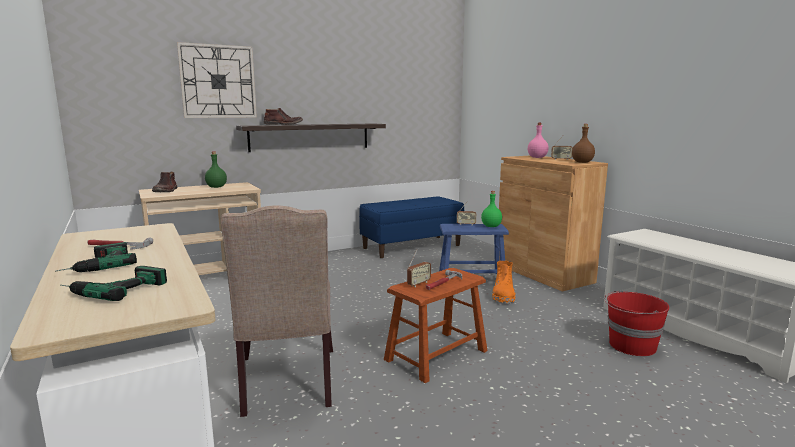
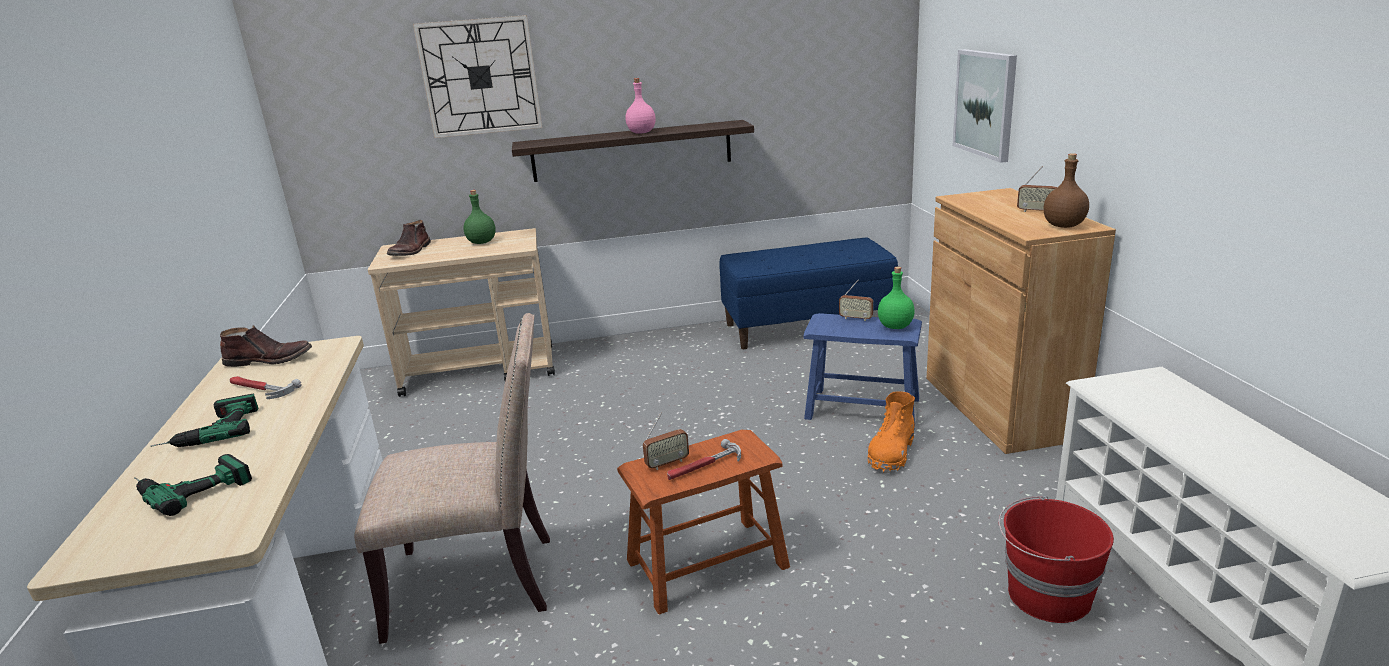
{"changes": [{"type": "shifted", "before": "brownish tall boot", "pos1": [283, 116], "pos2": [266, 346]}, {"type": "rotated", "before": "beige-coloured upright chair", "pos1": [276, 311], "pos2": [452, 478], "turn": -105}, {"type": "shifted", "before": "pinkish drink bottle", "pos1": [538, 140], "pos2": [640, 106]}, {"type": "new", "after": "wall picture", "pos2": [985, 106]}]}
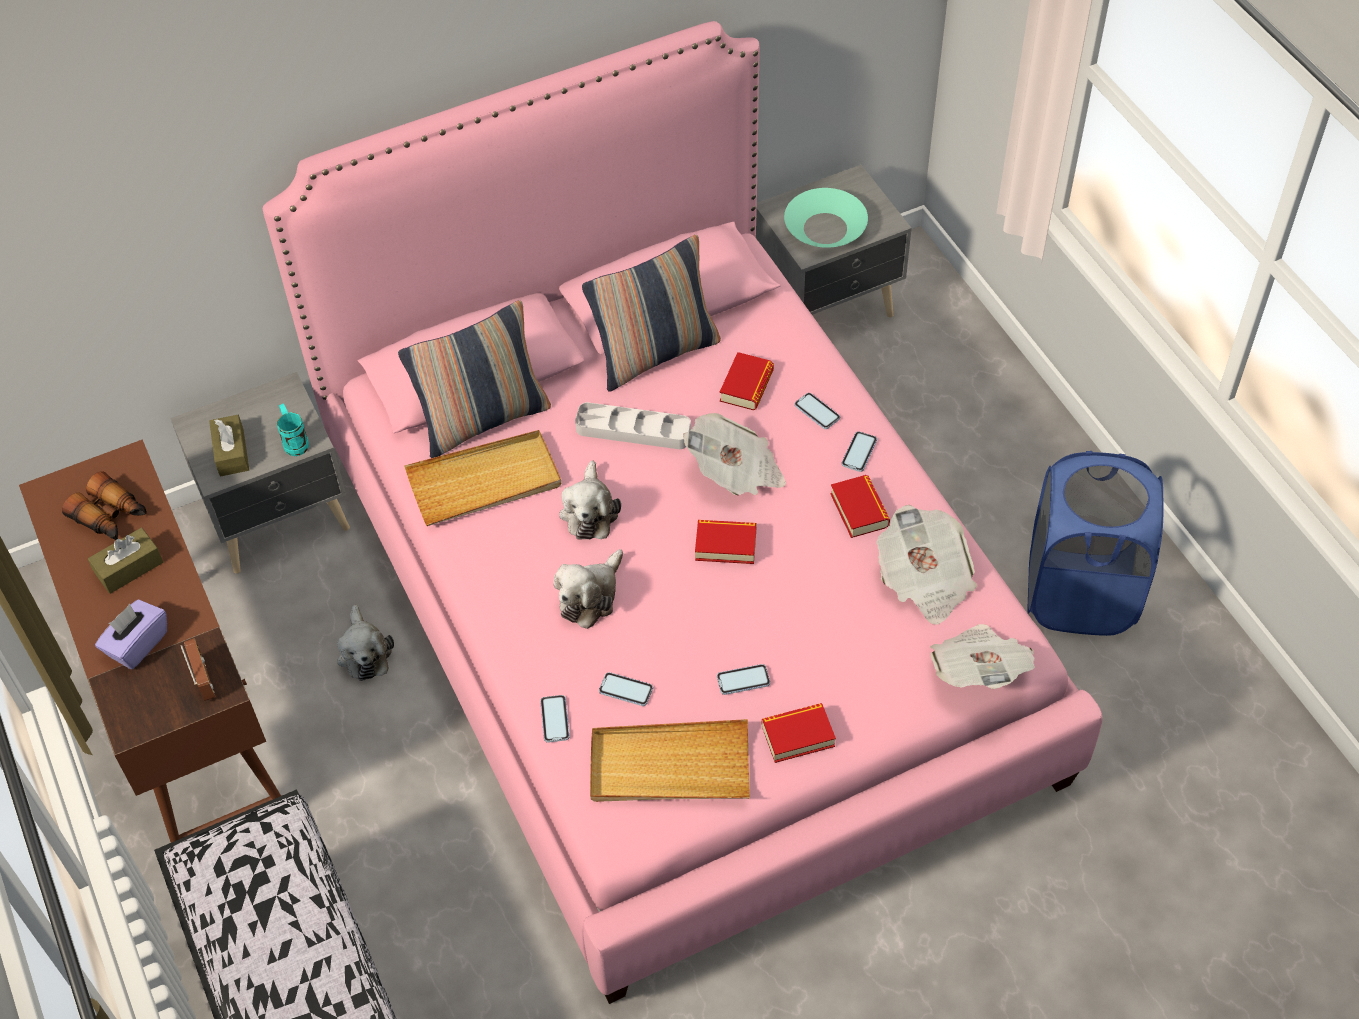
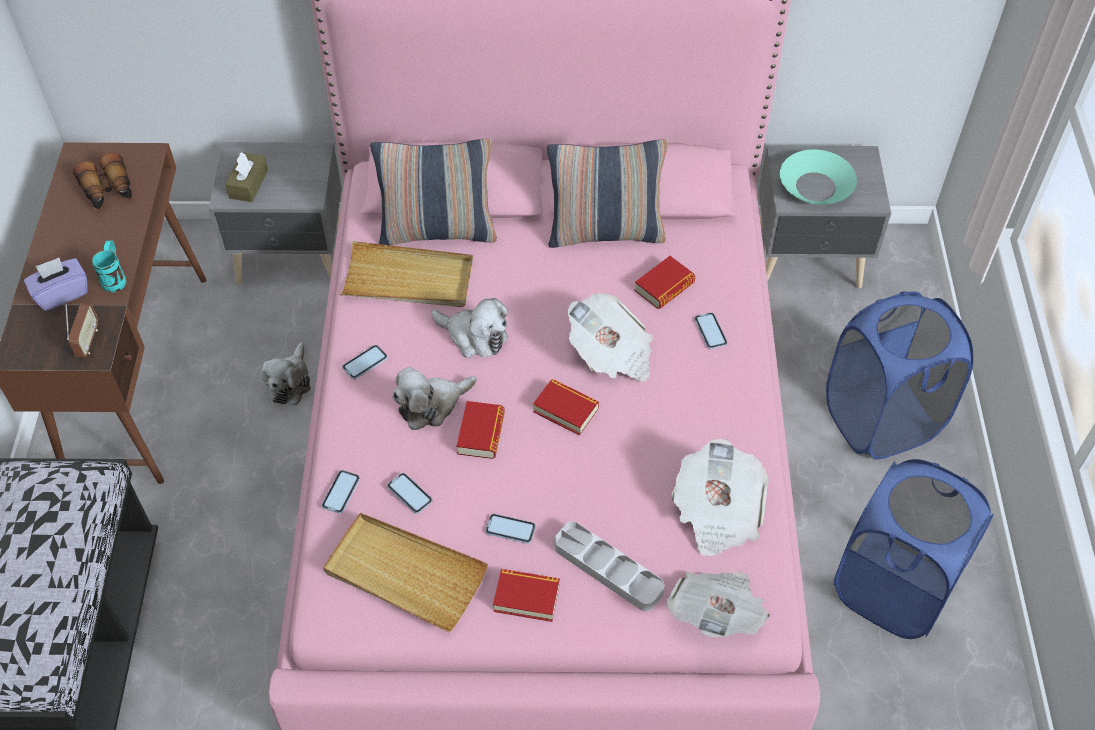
{"changes": [{"type": "shifted", "before": "blue-green mug", "pos1": [293, 429], "pos2": [109, 267]}, {"type": "shifted", "before": "handset", "pos1": [859, 451], "pos2": [365, 362]}, {"type": "rotated", "before": "soft toy", "pos1": [590, 499], "pos2": [469, 328], "turn": -90}, {"type": "shifted", "before": "book", "pos1": [860, 506], "pos2": [480, 430]}, {"type": "shifted", "before": "grey tray", "pos1": [633, 425], "pos2": [609, 566]}, {"type": "new", "after": "blue-coloured laundry basket", "pos2": [899, 375]}, {"type": "gone", "before": "brownish box of tissues", "pos1": [125, 561]}]}
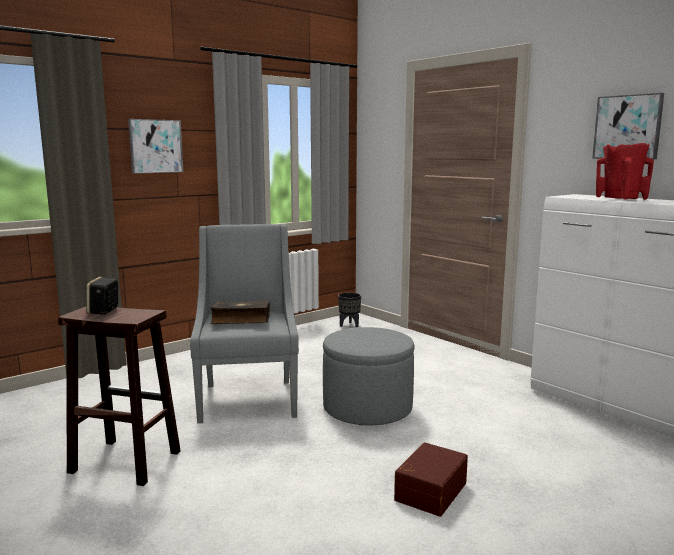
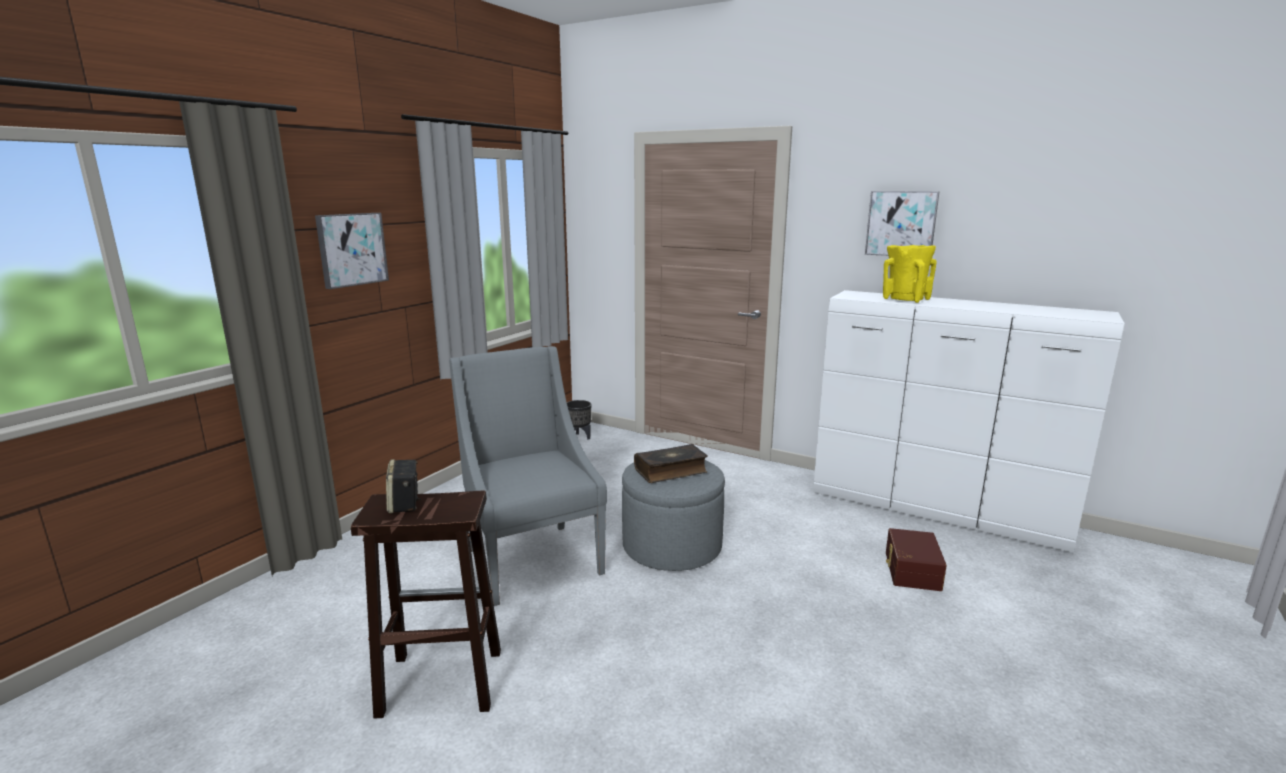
{"changes": [{"type": "shifted", "before": "book", "pos1": [240, 312], "pos2": [670, 463]}, {"type": "repainted", "before": "red decorative vase", "after": "yellow decorative vase", "pos1": [625, 171], "pos2": [910, 274]}, {"type": "shifted", "before": "brownish storage bin", "pos1": [431, 479], "pos2": [916, 559]}]}
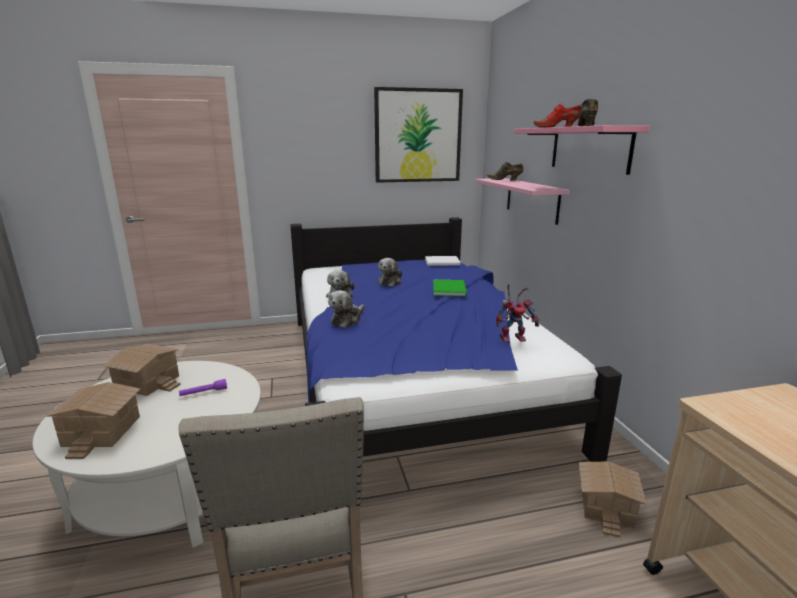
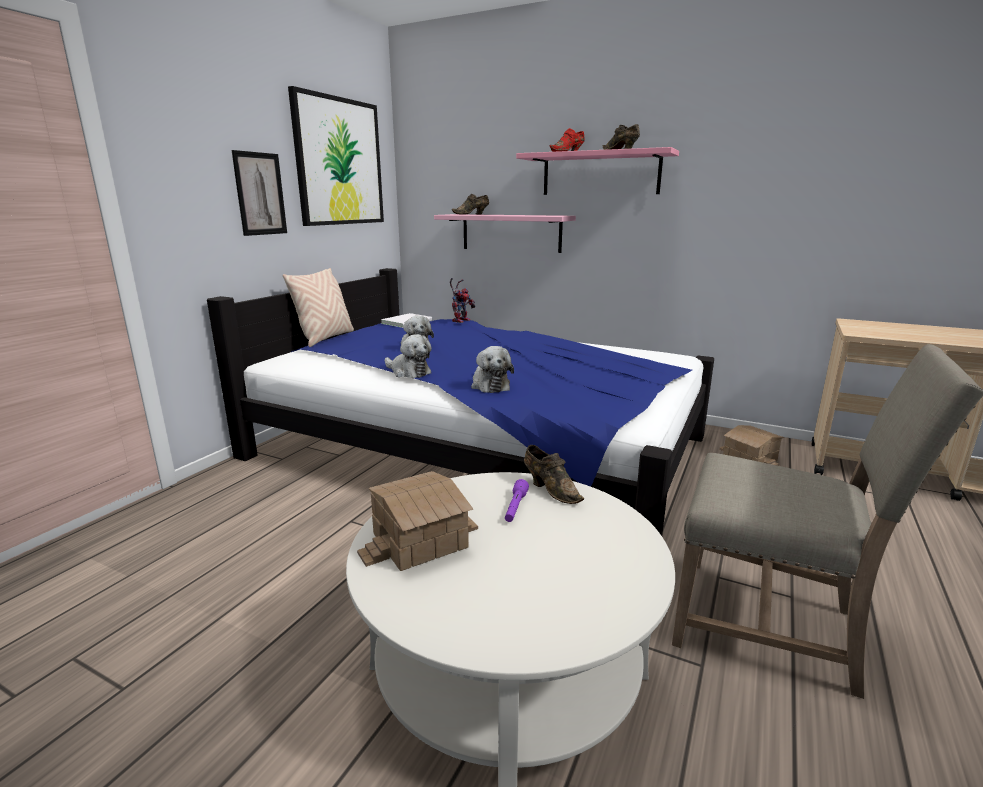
{"changes": [{"type": "new", "after": "wall picture", "pos2": [259, 193]}, {"type": "new", "after": "beige-coloured throw pillow", "pos2": [318, 307]}, {"type": "shifted", "before": "model robot", "pos1": [517, 313], "pos2": [463, 300]}, {"type": "new", "after": "brownish item of footwear", "pos2": [554, 474]}, {"type": "gone", "before": "model house", "pos1": [93, 420]}, {"type": "gone", "before": "greenish book", "pos1": [450, 288]}]}
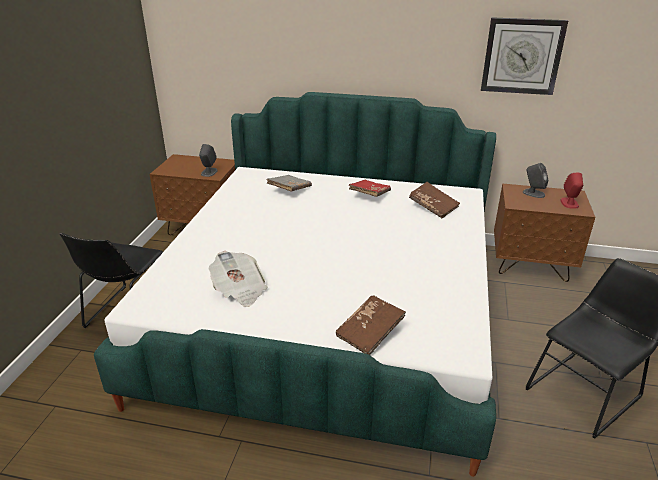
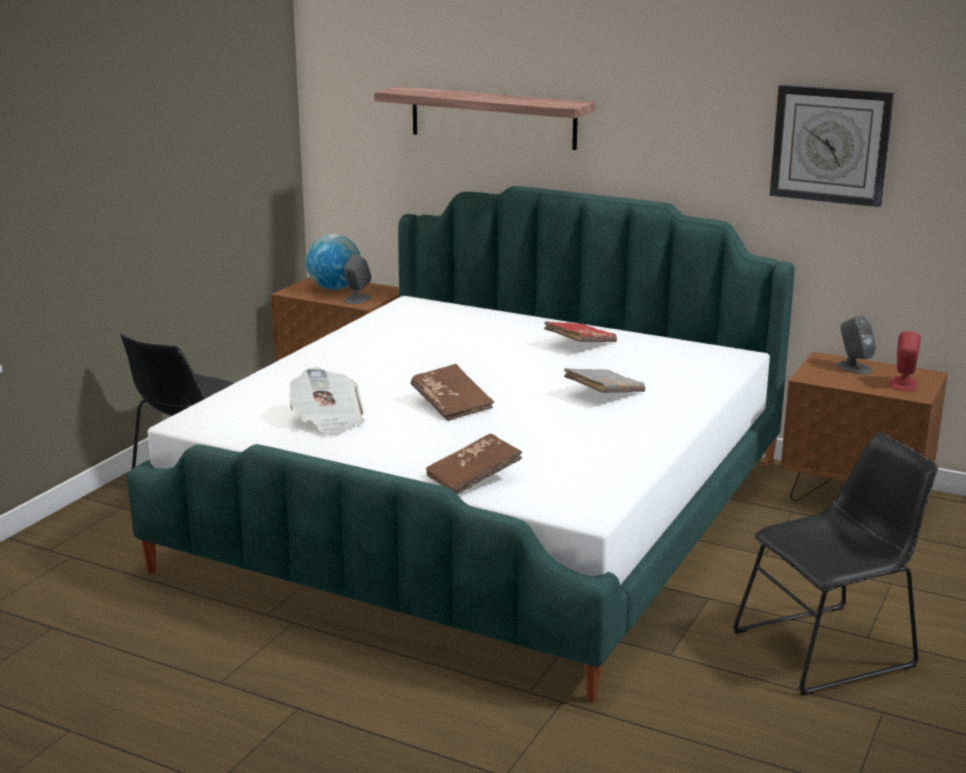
{"changes": [{"type": "new", "after": "world globe", "pos2": [333, 262]}, {"type": "new", "after": "wall shelf", "pos2": [484, 118]}, {"type": "shifted", "before": "brownish book", "pos1": [434, 200], "pos2": [452, 392]}, {"type": "shifted", "before": "grey book", "pos1": [289, 183], "pos2": [604, 380]}]}
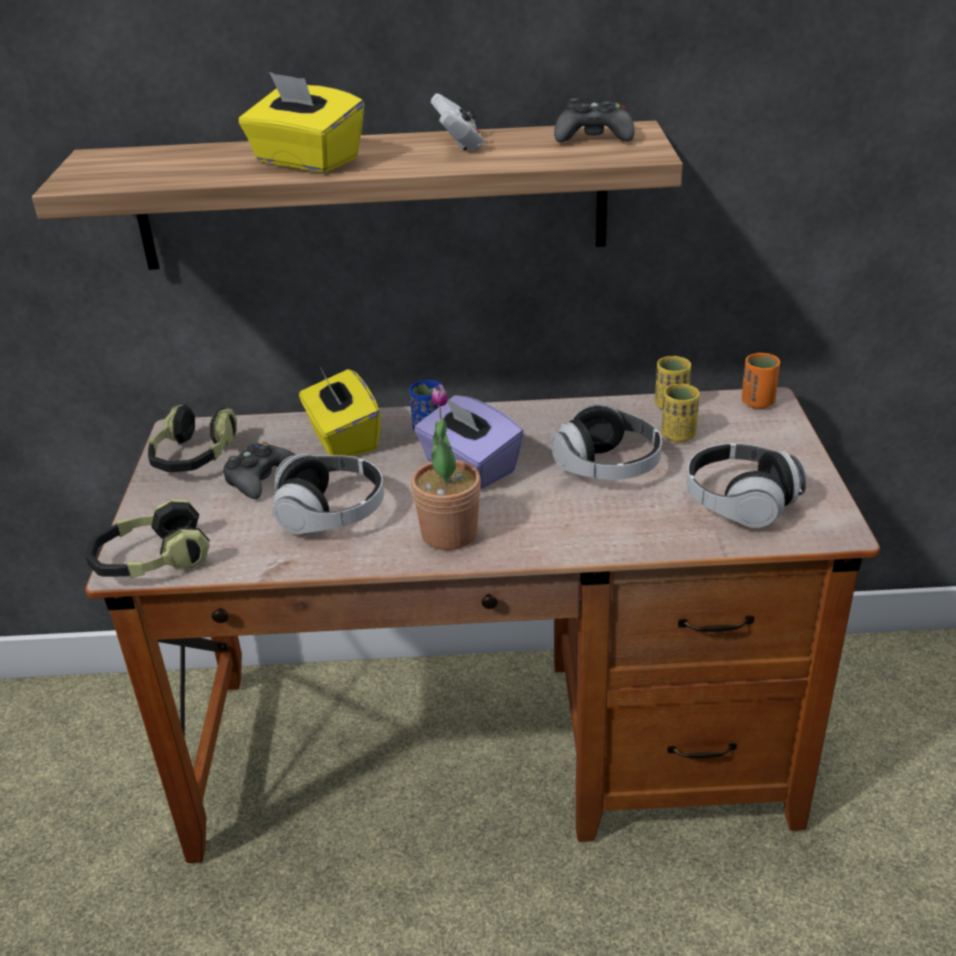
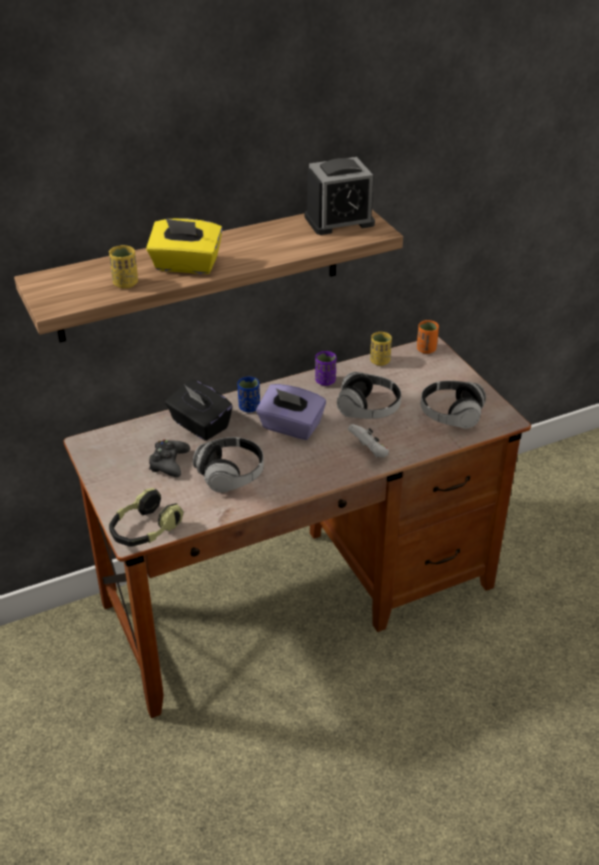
{"changes": [{"type": "shifted", "before": "yellow small cup", "pos1": [680, 413], "pos2": [123, 267]}, {"type": "repainted", "before": "yellow box of tissues", "after": "black-coloured box of tissues", "pos1": [340, 412], "pos2": [199, 410]}, {"type": "swapped", "before": "black-coloured game controller", "after": "table clock", "pos1": [594, 120], "pos2": [339, 196]}, {"type": "new", "after": "purple small cup", "pos2": [325, 368]}, {"type": "shifted", "before": "whitish game controller", "pos1": [457, 122], "pos2": [368, 441]}, {"type": "gone", "before": "headphones", "pos1": [192, 438]}, {"type": "gone", "before": "houseplant", "pos1": [446, 467]}]}
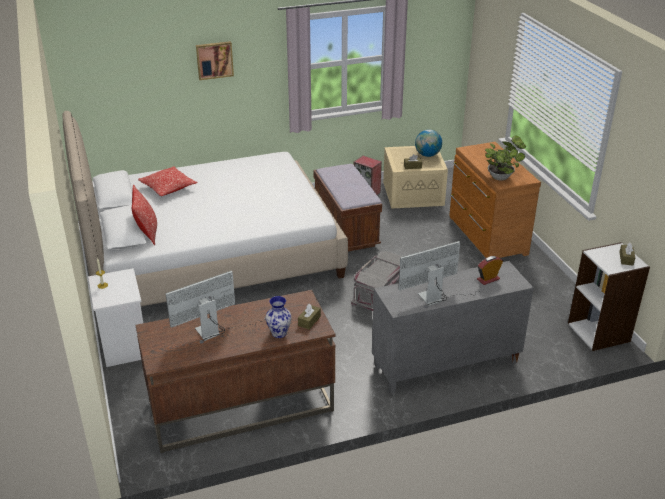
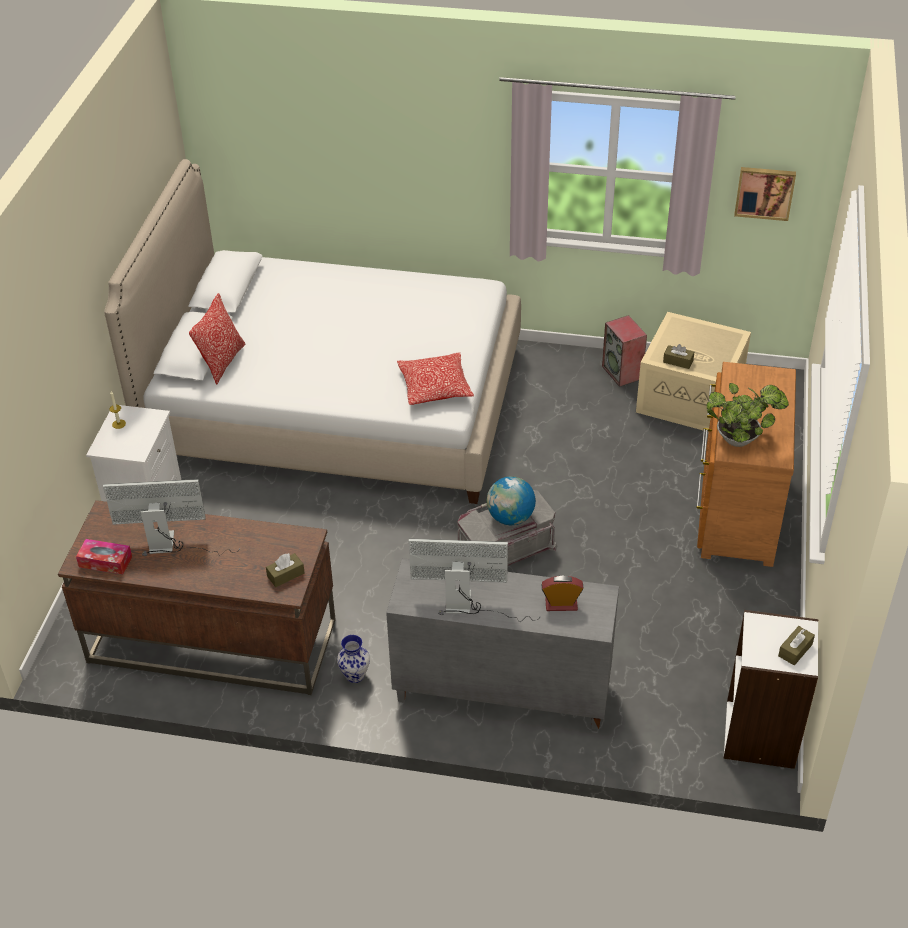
{"changes": [{"type": "new", "after": "box of tissues", "pos2": [104, 556]}, {"type": "shifted", "before": "decorative vase", "pos1": [279, 317], "pos2": [353, 659]}, {"type": "shifted", "before": "throw pillow", "pos1": [167, 181], "pos2": [435, 378]}, {"type": "shifted", "before": "world globe", "pos1": [428, 143], "pos2": [511, 500]}, {"type": "shifted", "before": "wall picture", "pos1": [215, 60], "pos2": [765, 194]}, {"type": "gone", "before": "brownish long seat", "pos1": [348, 207]}]}
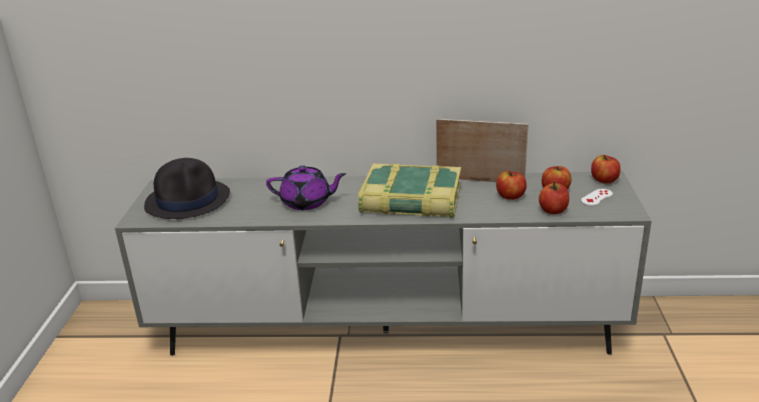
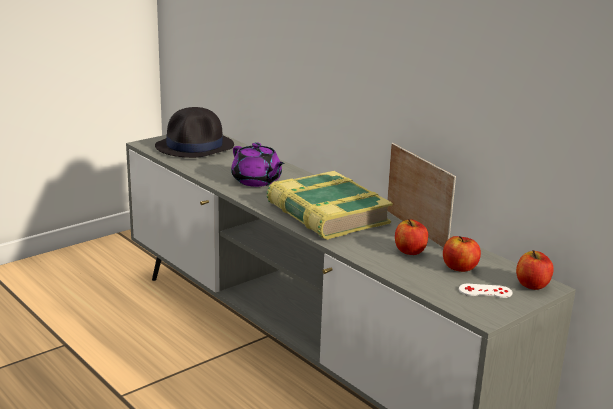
{"changes": [{"type": "gone", "before": "whole apple", "pos1": [554, 198]}]}
